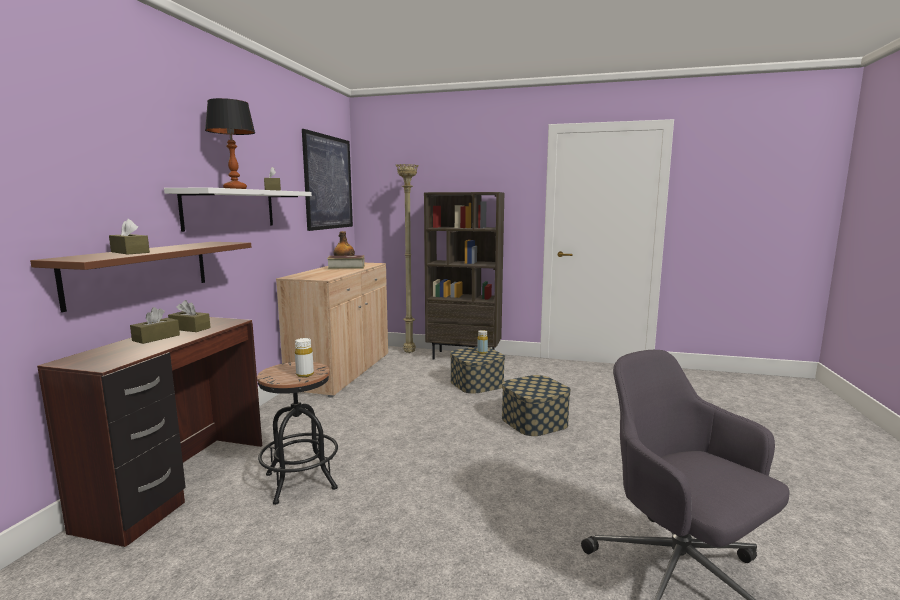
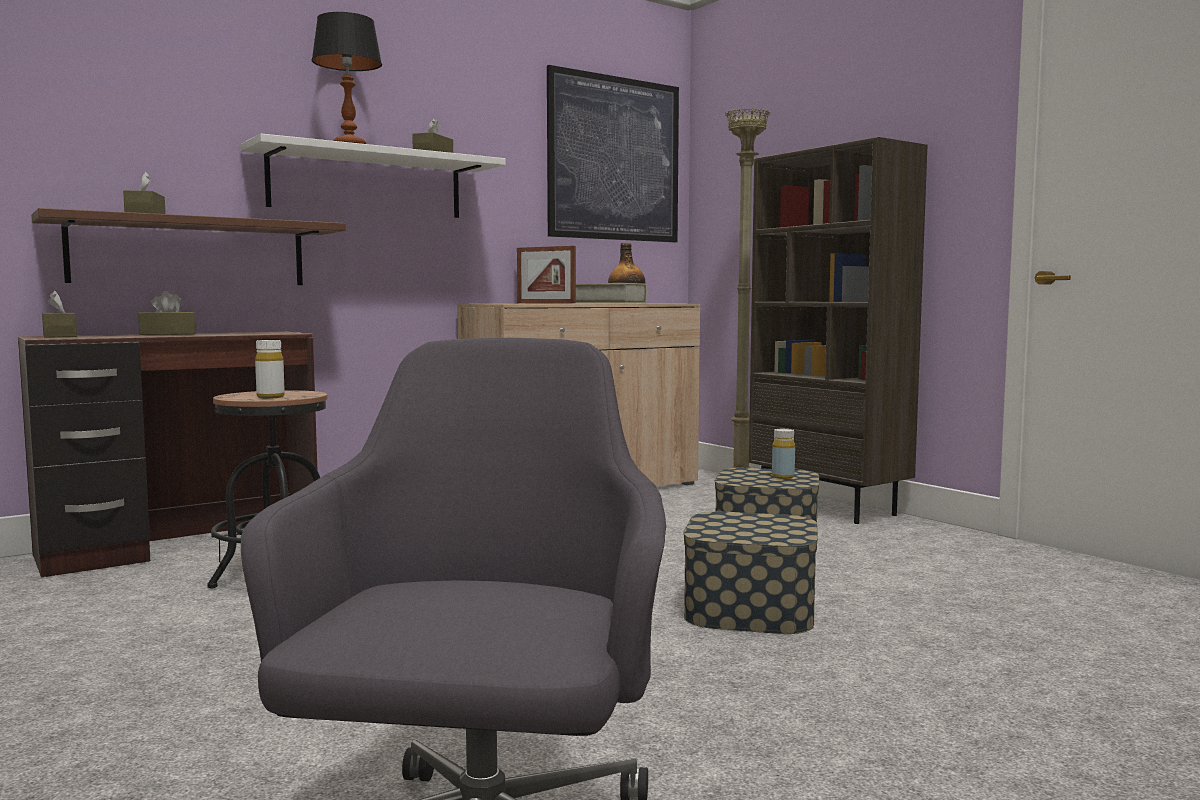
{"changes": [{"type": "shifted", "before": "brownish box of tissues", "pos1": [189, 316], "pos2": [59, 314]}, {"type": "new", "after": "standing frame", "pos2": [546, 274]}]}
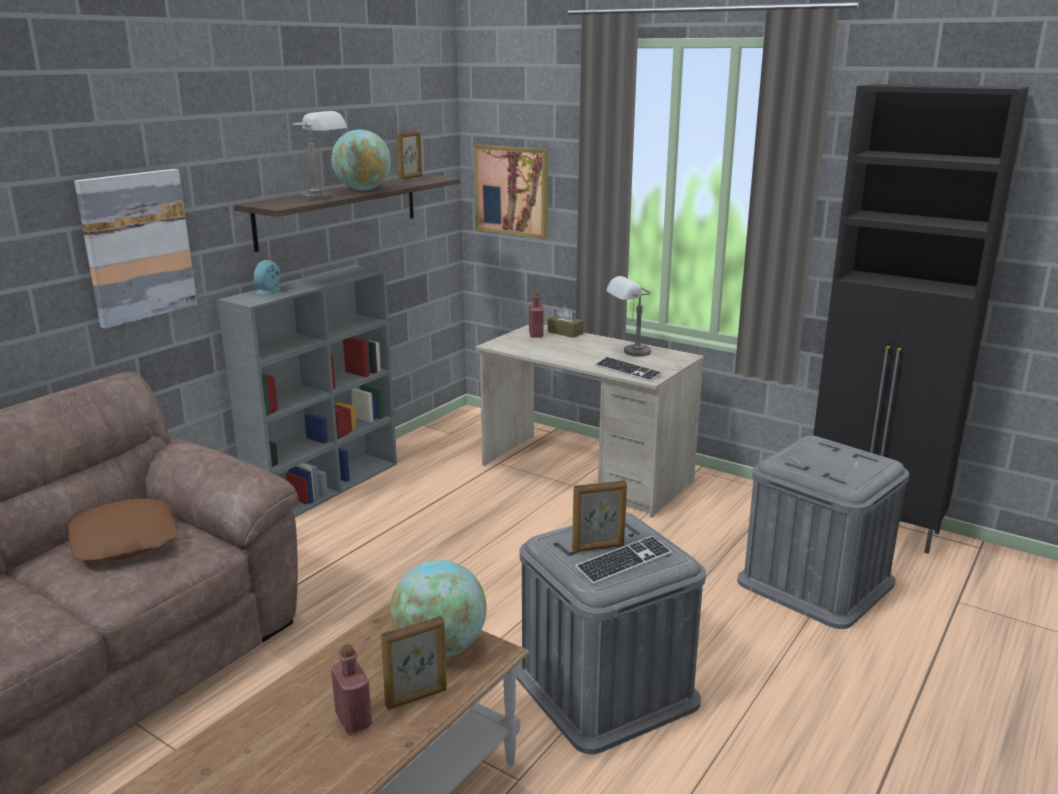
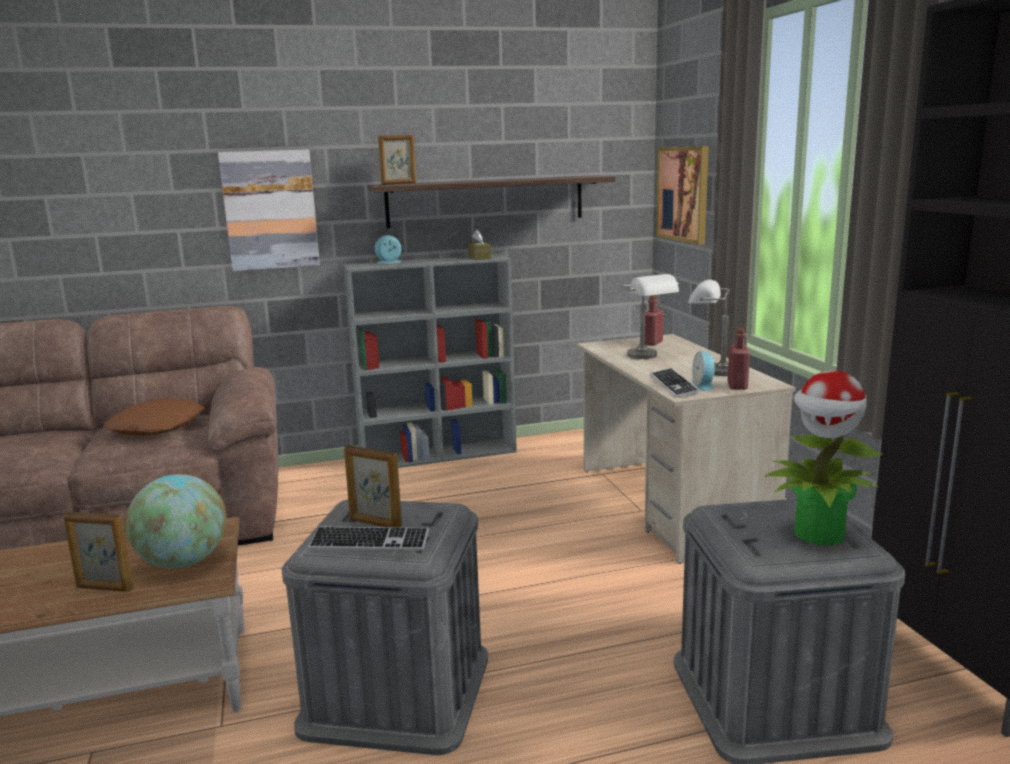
{"changes": [{"type": "shifted", "before": "standing frame", "pos1": [409, 155], "pos2": [397, 160]}, {"type": "shifted", "before": "brownish box of tissues", "pos1": [565, 322], "pos2": [480, 244]}, {"type": "shifted", "before": "grey tabletop lamp", "pos1": [319, 155], "pos2": [650, 316]}, {"type": "new", "after": "table clock", "pos2": [704, 371]}, {"type": "shifted", "before": "red drink bottle", "pos1": [351, 689], "pos2": [739, 359]}, {"type": "new", "after": "houseplant", "pos2": [824, 457]}, {"type": "gone", "before": "world globe", "pos1": [361, 160]}]}
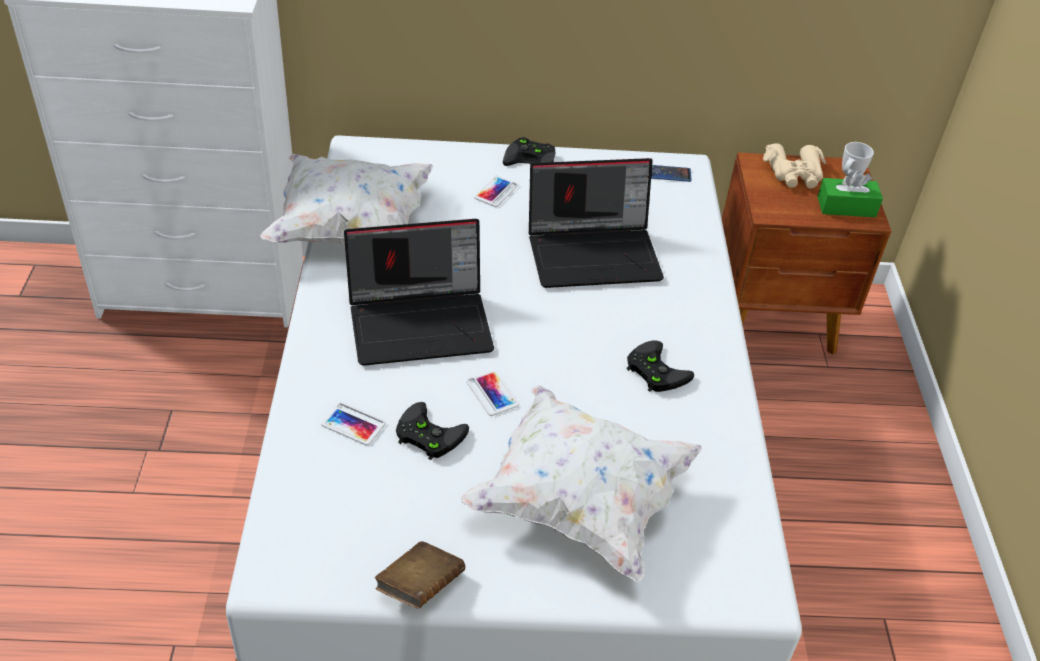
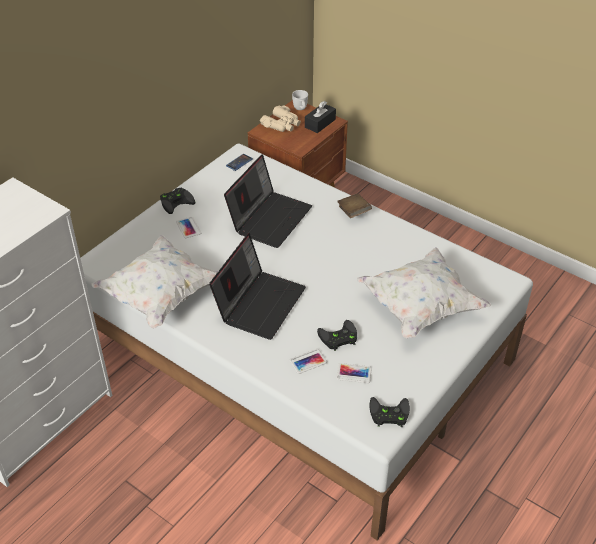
{"changes": [{"type": "repainted", "before": "greenish box of tissues", "after": "black-coloured box of tissues", "pos1": [850, 193], "pos2": [320, 117]}, {"type": "shifted", "before": "handset", "pos1": [492, 393], "pos2": [354, 373]}, {"type": "shifted", "before": "brownish book", "pos1": [420, 575], "pos2": [354, 205]}, {"type": "shifted", "before": "black-coloured game controller", "pos1": [660, 366], "pos2": [390, 412]}]}
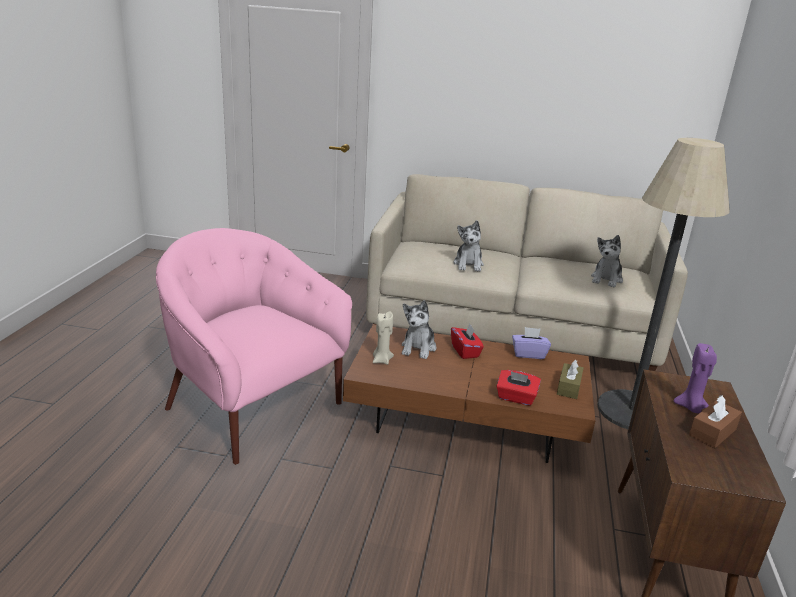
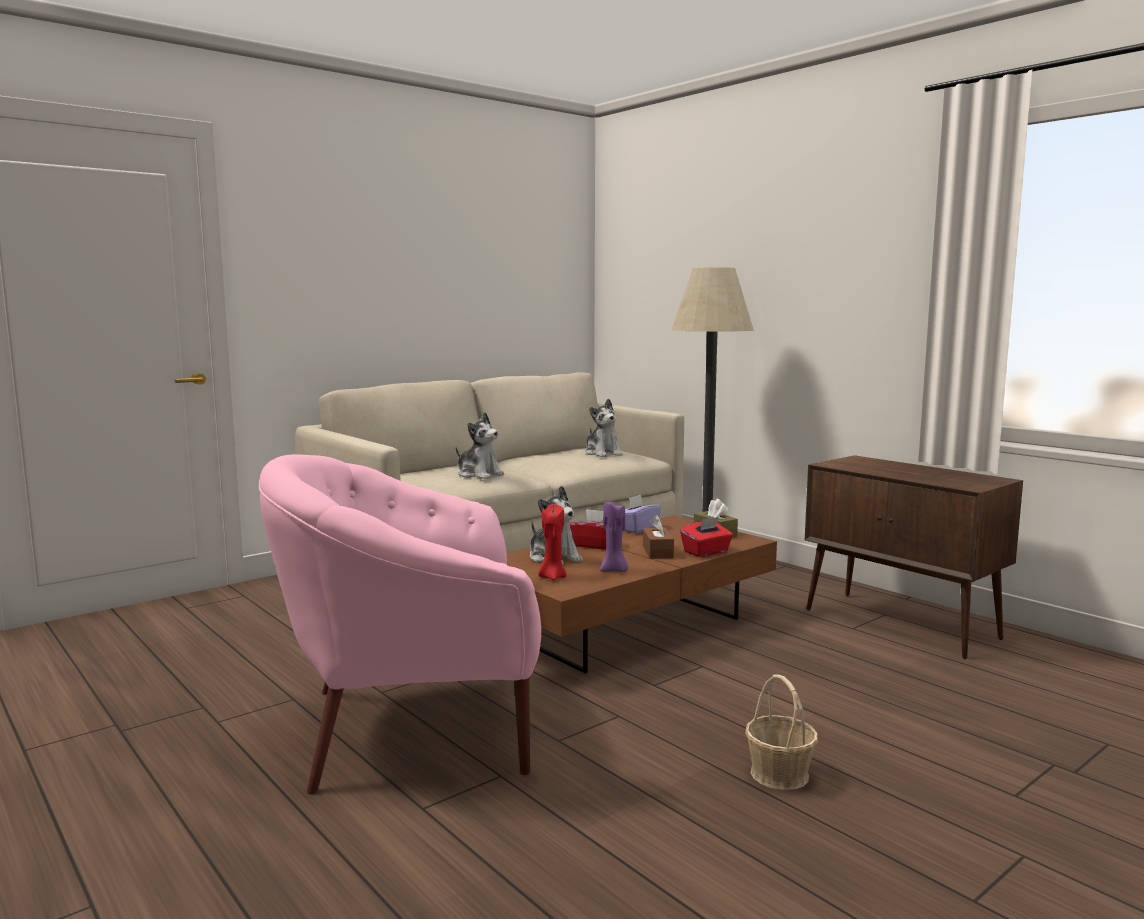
{"changes": [{"type": "repainted", "before": "beige-coloured wax candle", "after": "red wax candle", "pos1": [383, 338], "pos2": [552, 542]}, {"type": "shifted", "before": "purple wax candle", "pos1": [695, 378], "pos2": [614, 536]}, {"type": "shifted", "before": "brownish box of tissues", "pos1": [715, 421], "pos2": [658, 537]}, {"type": "new", "after": "household basket", "pos2": [781, 732]}]}
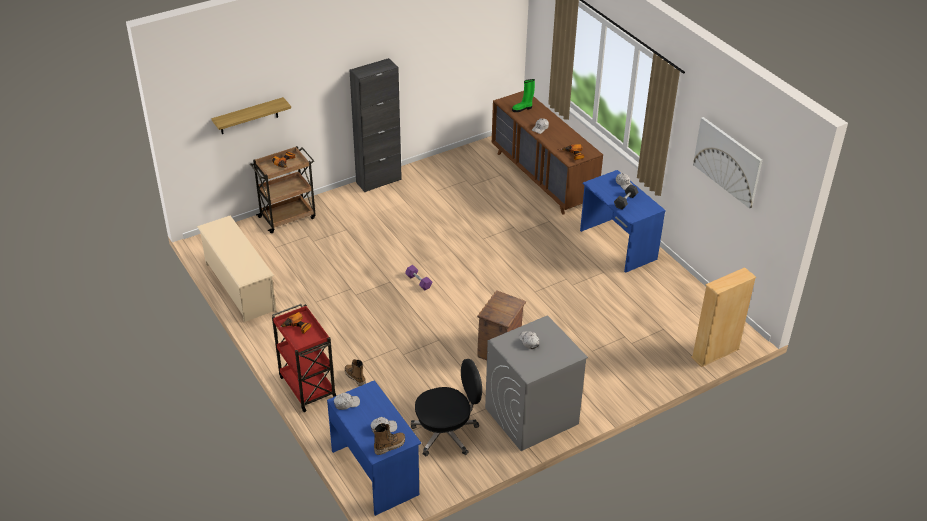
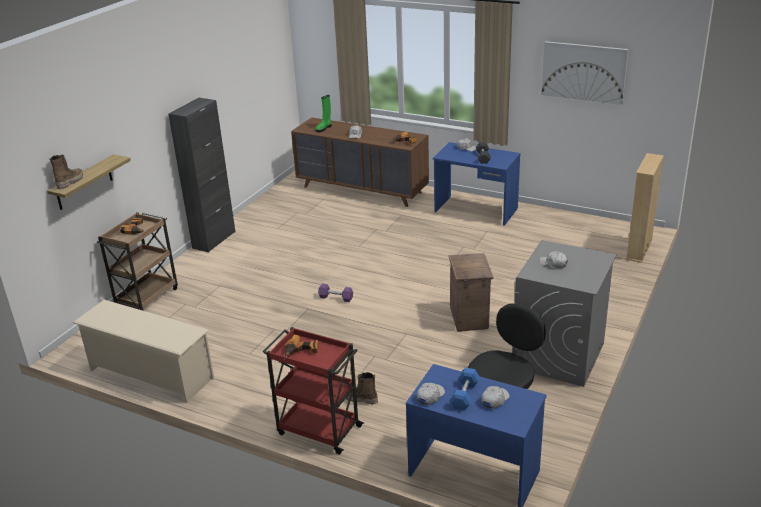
{"changes": [{"type": "shifted", "before": "tall boot", "pos1": [389, 439], "pos2": [66, 172]}, {"type": "new", "after": "blue-coloured free weight", "pos2": [464, 389]}]}
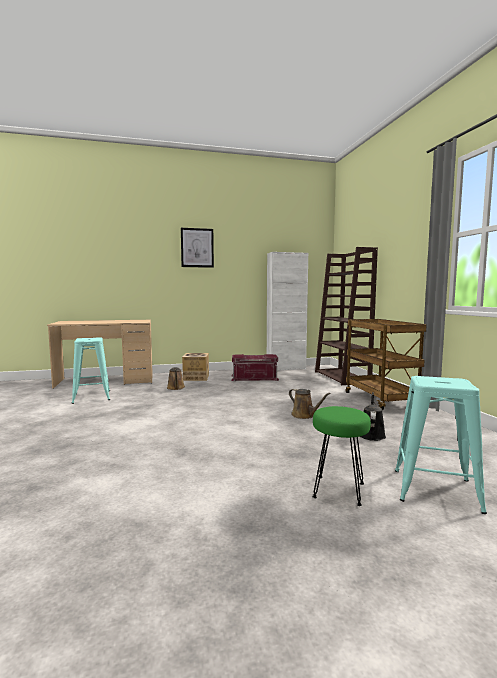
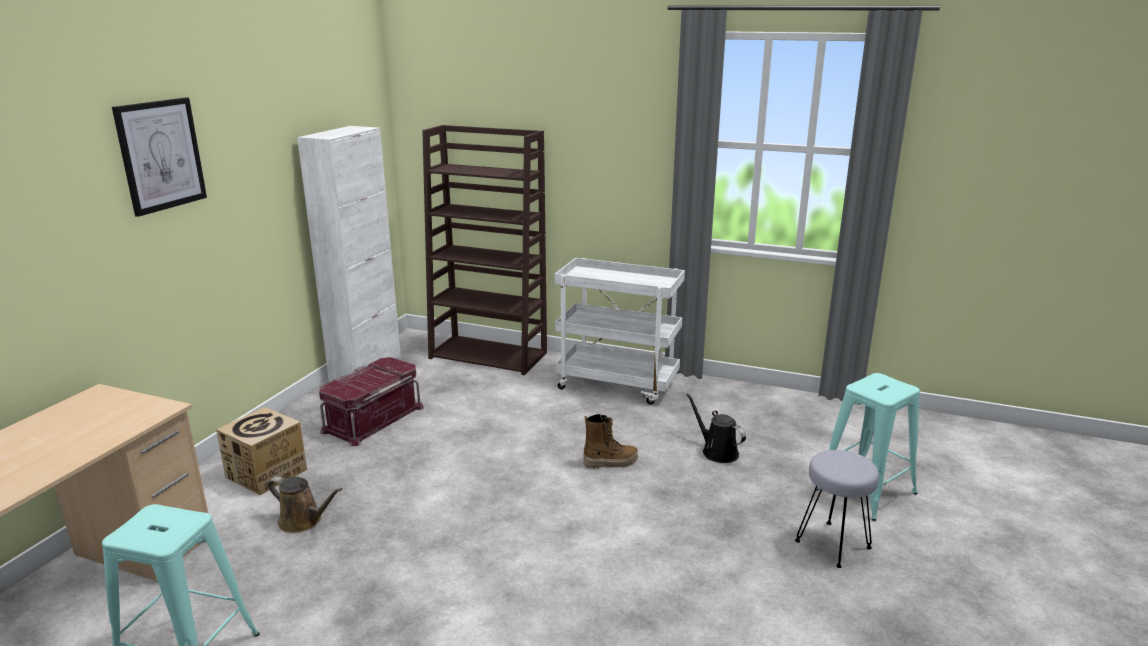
{"changes": [{"type": "repainted", "before": "brownish wheeled cart", "after": "whitish wheeled cart", "pos1": [386, 364], "pos2": [619, 331]}, {"type": "swapped", "before": "brownish watering pot", "after": "tall boot", "pos1": [310, 403], "pos2": [610, 441]}, {"type": "repainted", "before": "greenish stool seat", "after": "grey stool seat", "pos1": [341, 456], "pos2": [837, 509]}]}
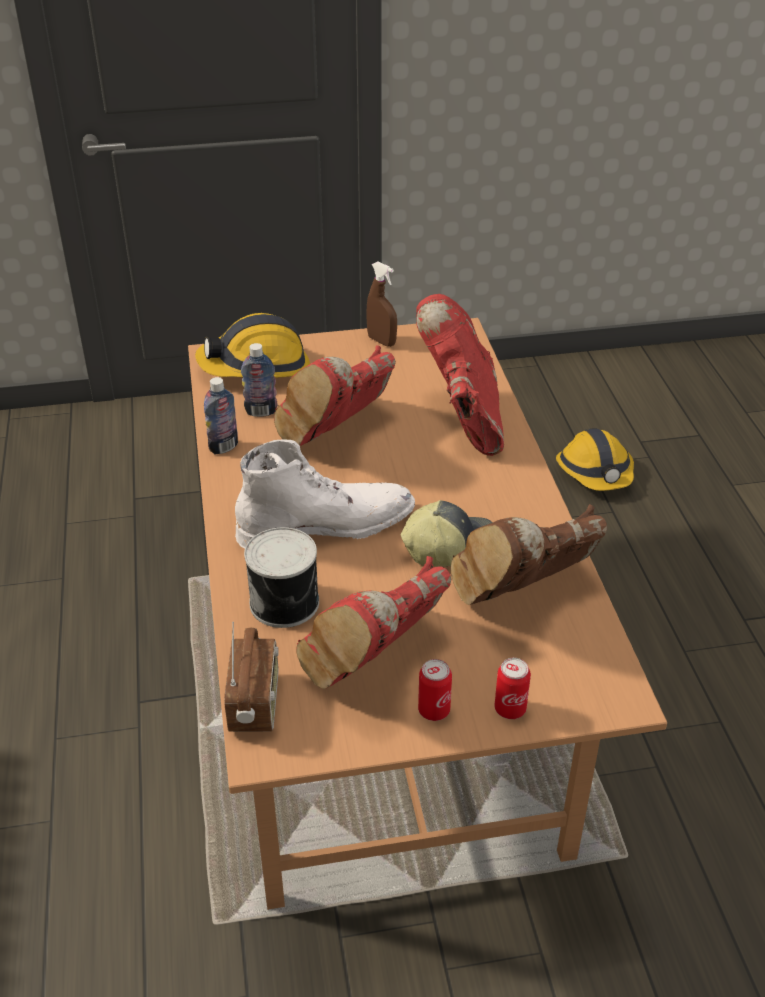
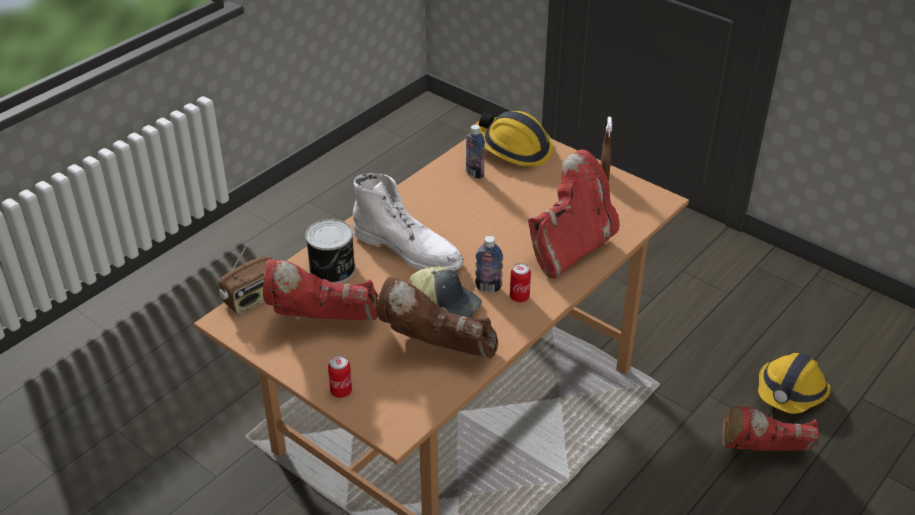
{"changes": [{"type": "shifted", "before": "drink bottle", "pos1": [221, 415], "pos2": [489, 264]}, {"type": "shifted", "before": "sealed can", "pos1": [435, 690], "pos2": [520, 282]}, {"type": "shifted", "before": "red tall boot", "pos1": [335, 395], "pos2": [770, 429]}]}
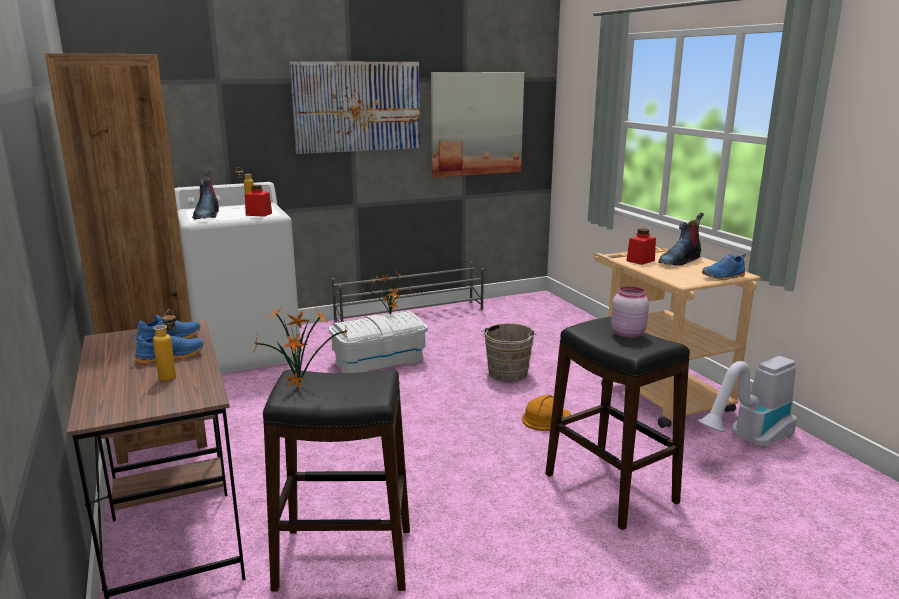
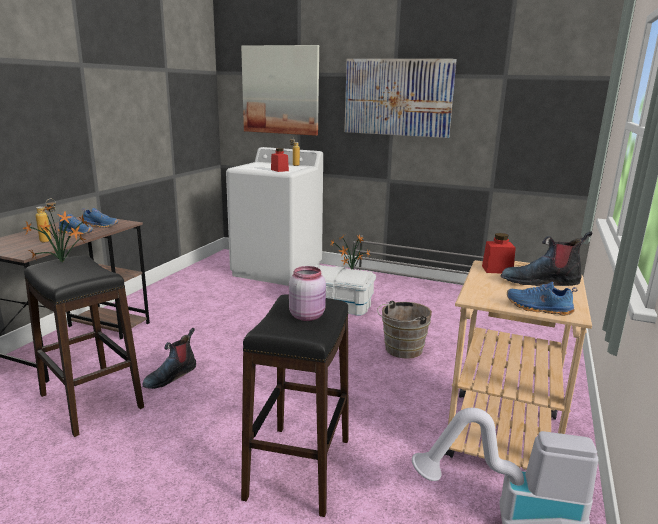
{"changes": [{"type": "shifted", "before": "tall boot", "pos1": [205, 195], "pos2": [169, 358]}, {"type": "shifted", "before": "wall picture", "pos1": [477, 125], "pos2": [280, 90]}, {"type": "gone", "before": "brownish bookcase", "pos1": [126, 259]}, {"type": "gone", "before": "orangey work helmet", "pos1": [546, 412]}]}
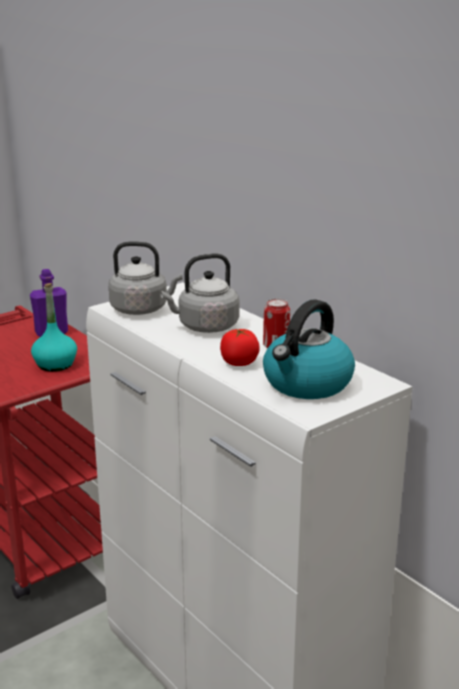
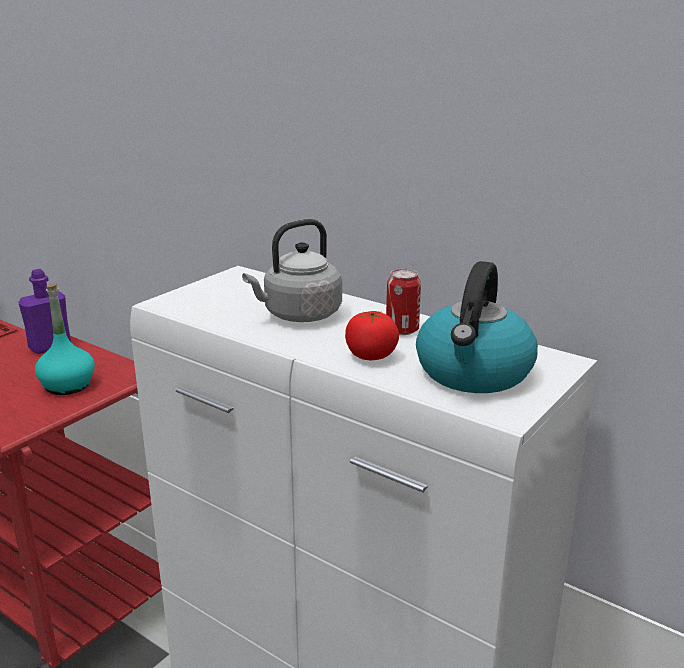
{"changes": [{"type": "gone", "before": "grey tea kettle", "pos1": [145, 278]}]}
